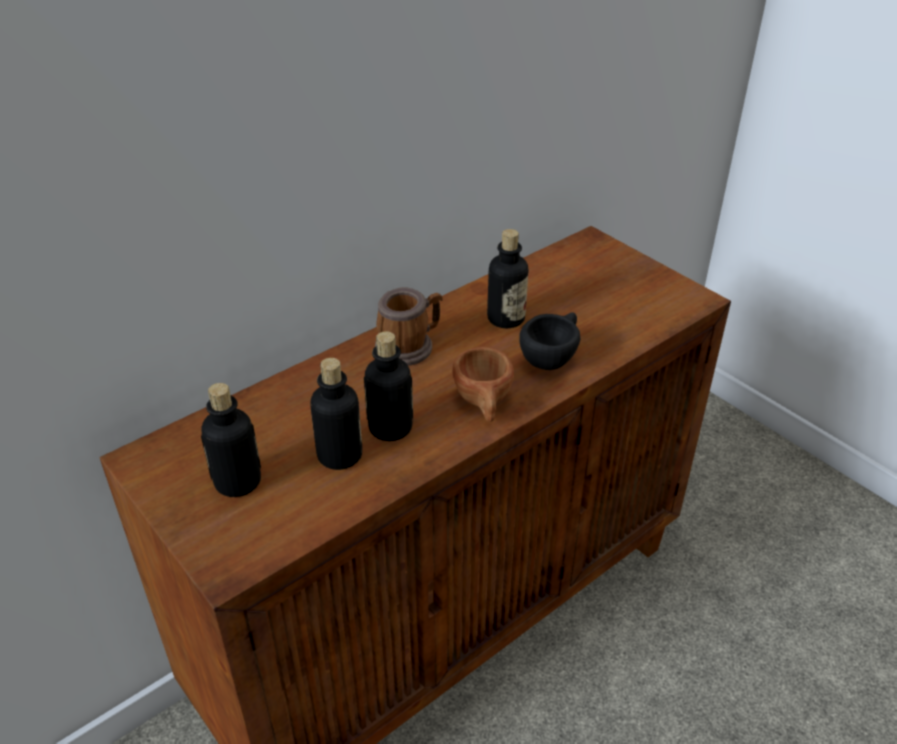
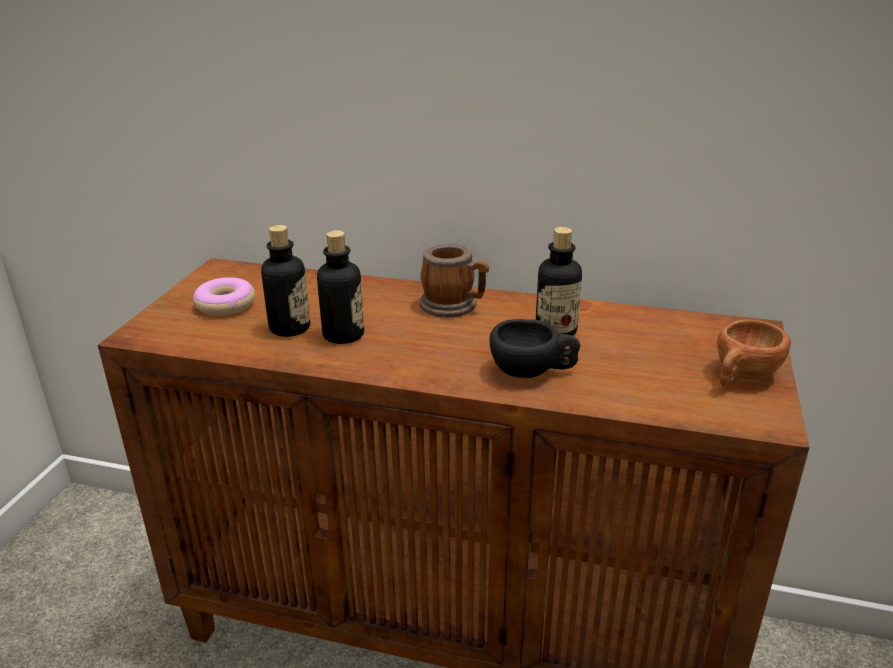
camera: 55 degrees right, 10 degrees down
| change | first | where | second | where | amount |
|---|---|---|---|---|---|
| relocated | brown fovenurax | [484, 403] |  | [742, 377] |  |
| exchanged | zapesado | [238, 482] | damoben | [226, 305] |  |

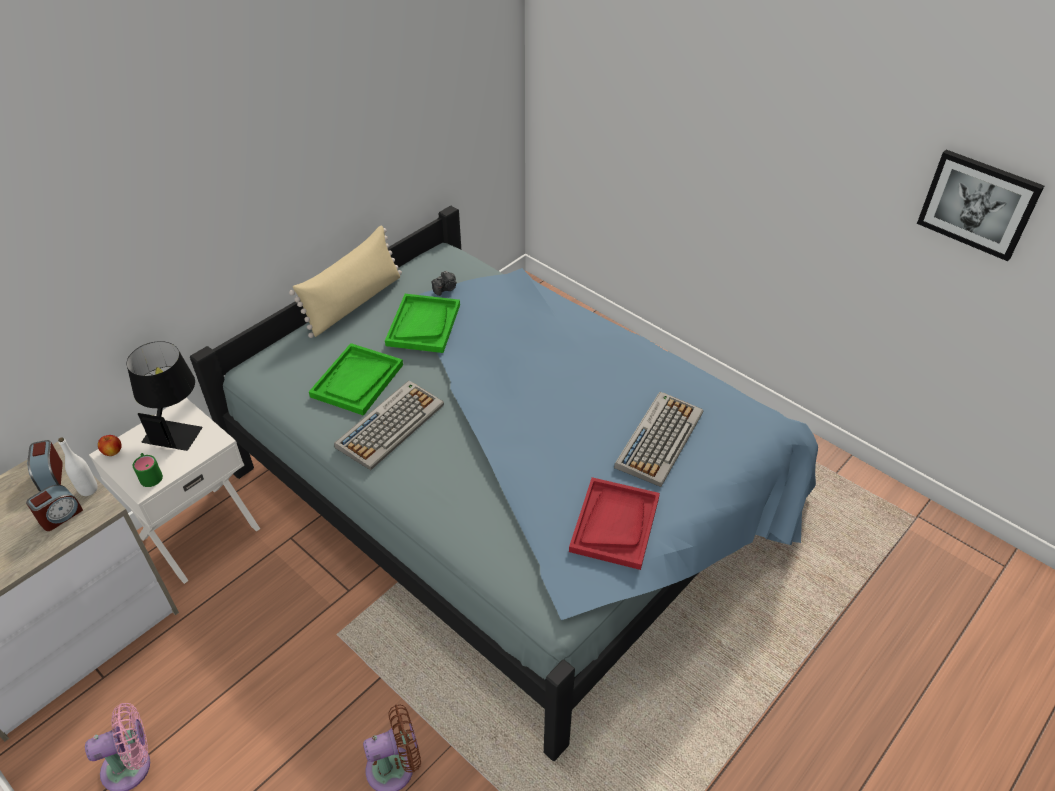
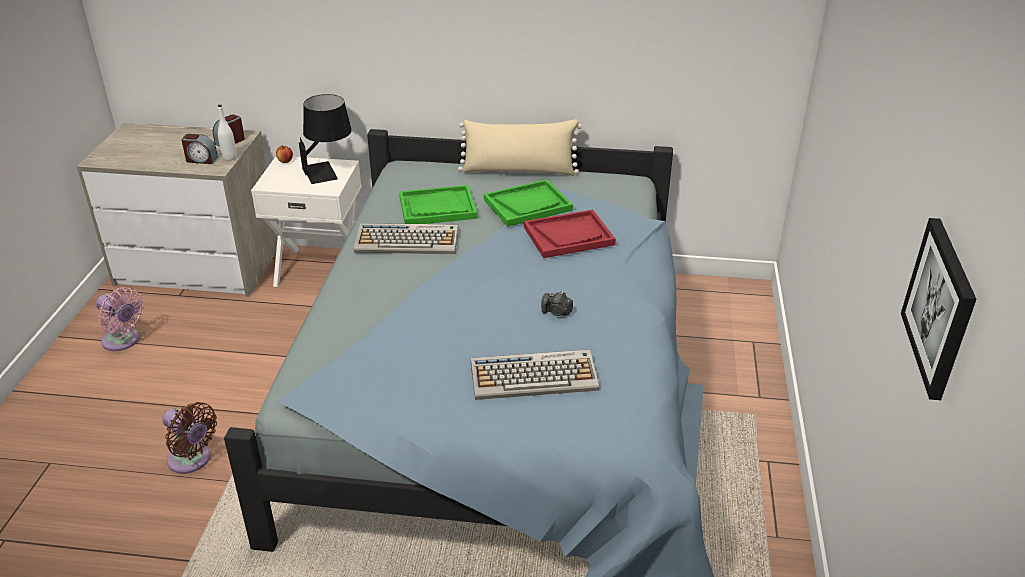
camera: 55 degrees right, 10 degrees down
| change | first | where | second | where | amount |
|---|---|---|---|---|---|
| relocated | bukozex | [446, 289] |  | [556, 312] |  |
| missing | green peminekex | [150, 474] |  |  |  |
| relocated | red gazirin | [614, 524] |  | [569, 236] |  |

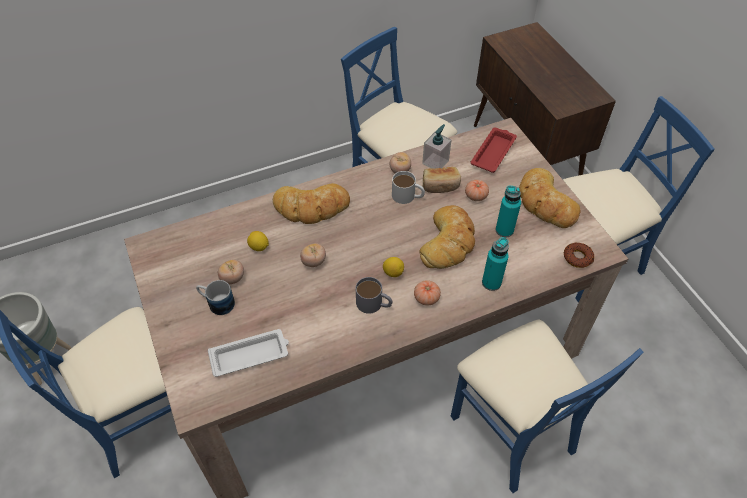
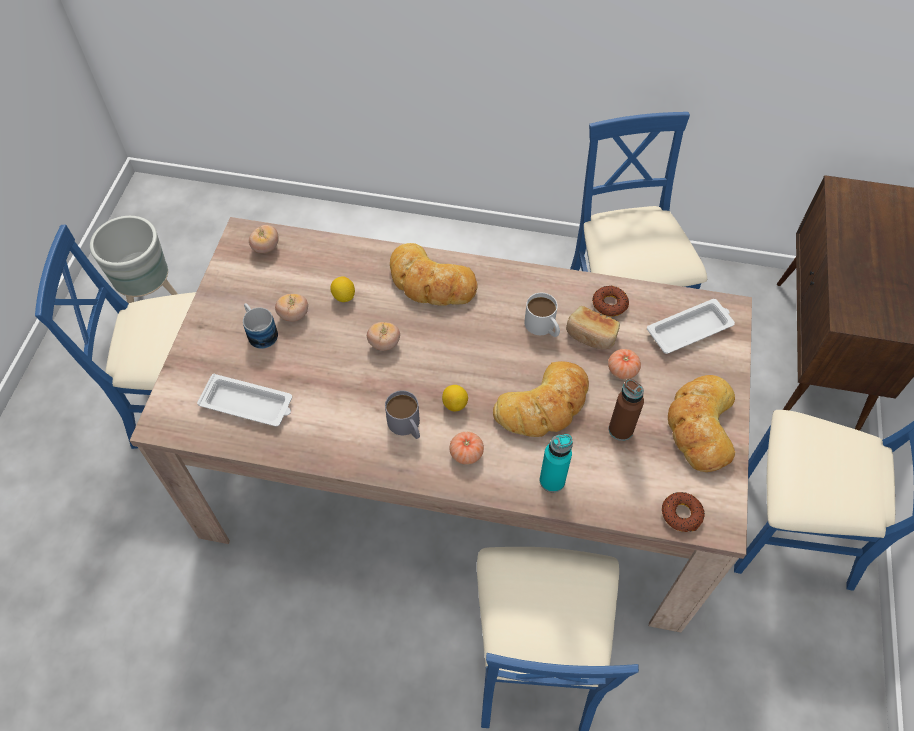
camera: 35 degrees right, 5 degrees up
| change | first | where | second | where | amount |
|---|---|---|---|---|---|
| exchanged | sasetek | [435, 162] | damoben | [609, 304] |  |
| colour | red gazirin | [493, 152] | white gazirin | [690, 329] |  |
| relocated | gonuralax | [400, 170] |  | [266, 247] |  |
| colour | turquoise zapesado | [504, 230] | brown zapesado | [620, 429] |  |

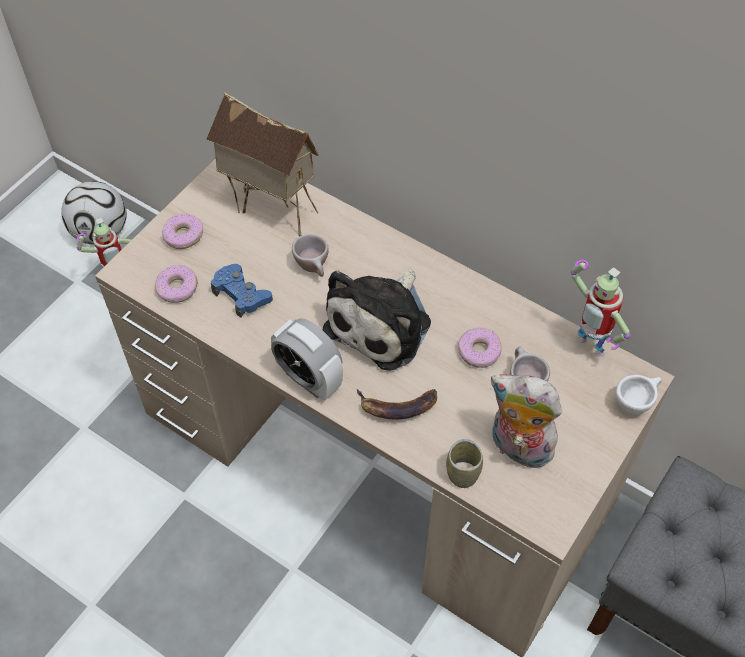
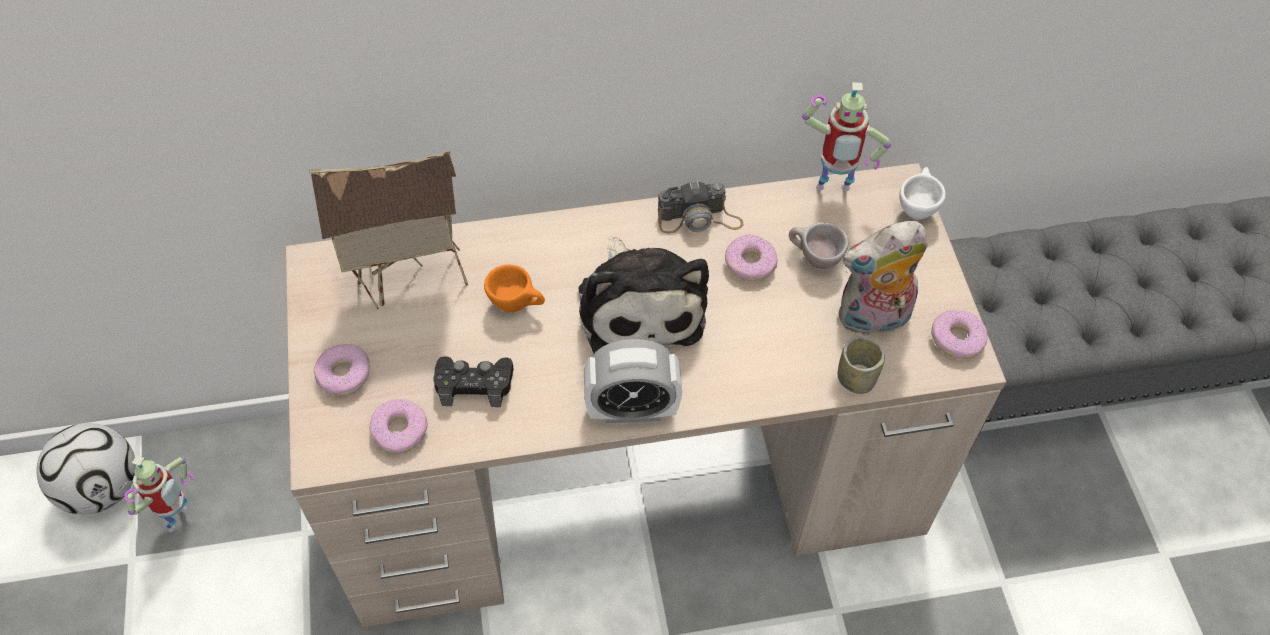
camera: 45 degrees left, 0 degrees up
| change | first | where | second | where | amount |
|---|---|---|---|---|---|
| colour | beige fovenurax | [314, 268] | orange fovenurax | [517, 304] |  |
| colour | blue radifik | [241, 294] | black radifik | [474, 384] |  |
| missing | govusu | [397, 406] |  |  |  |
| appeared |  |  | bukozex | [699, 219] |  |
| appeared |  |  | damoben | [957, 339] |  |

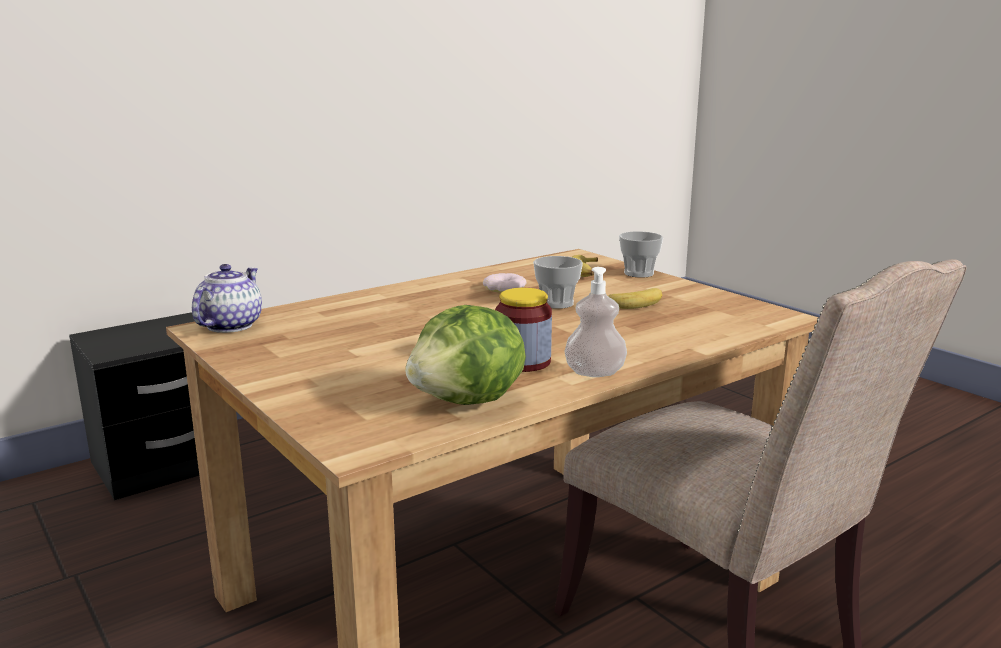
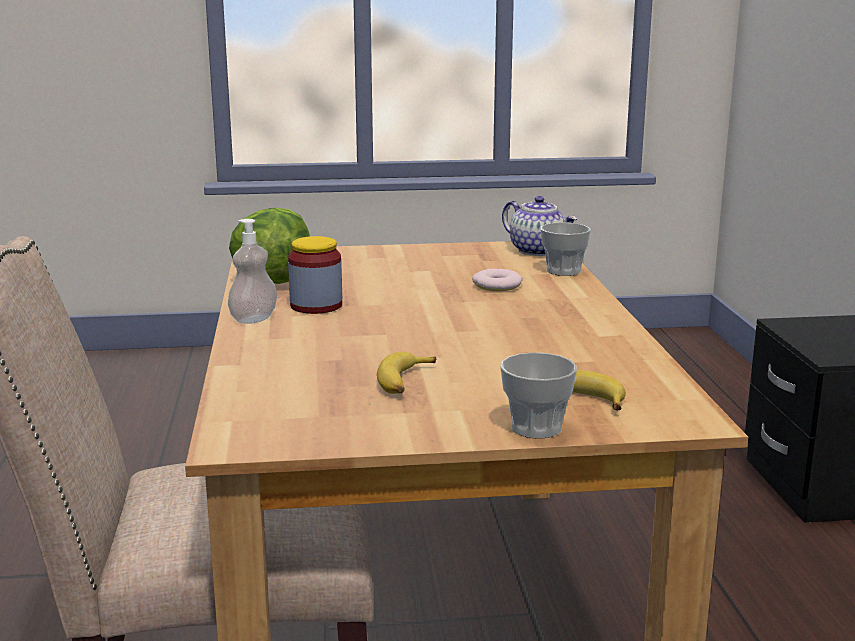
camera: 120 degrees right, 0 degrees up
| change | first | where | second | where | amount |
|---|---|---|---|---|---|
| relocated | fovenurax | [557, 303] |  | [563, 271] |  |
| relocated | damoben | [504, 288] |  | [497, 286] |  |

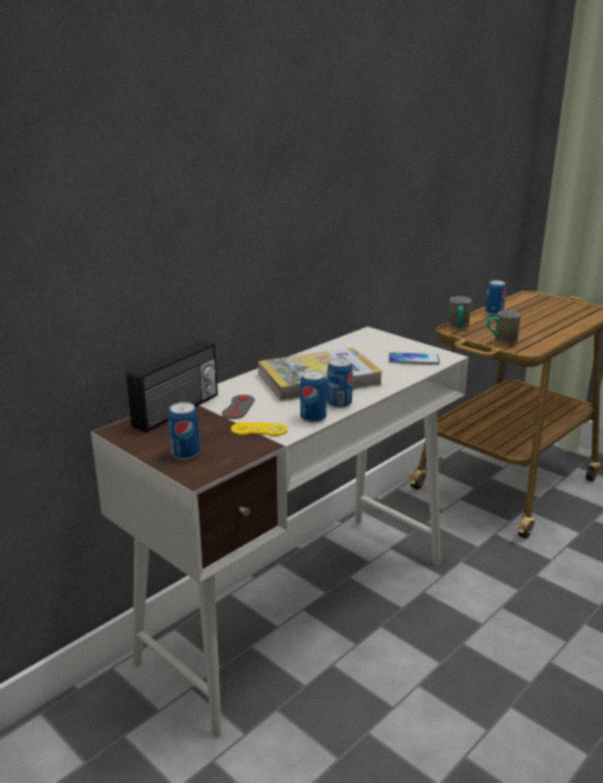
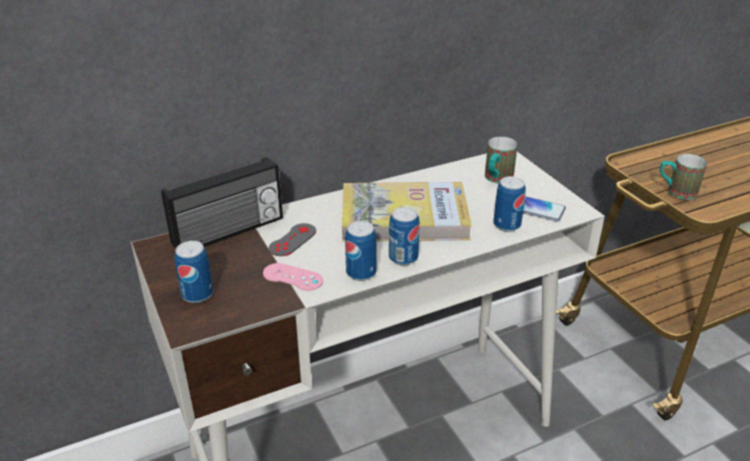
camera: 20 degrees right, 10 degrees up
| change | first | where | second | where | amount |
|---|---|---|---|---|---|
| relocated | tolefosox | [494, 313] |  | [507, 225] |  |
| relocated | peminekex | [458, 327] |  | [496, 179] |  |
| colour | yellow radifik | [259, 429] | pink radifik | [293, 277] |  |

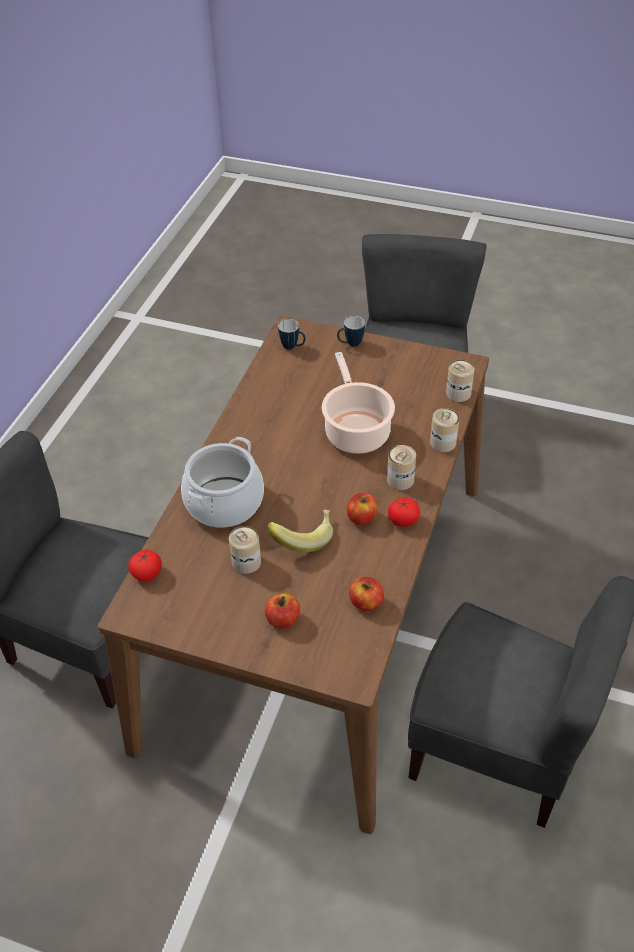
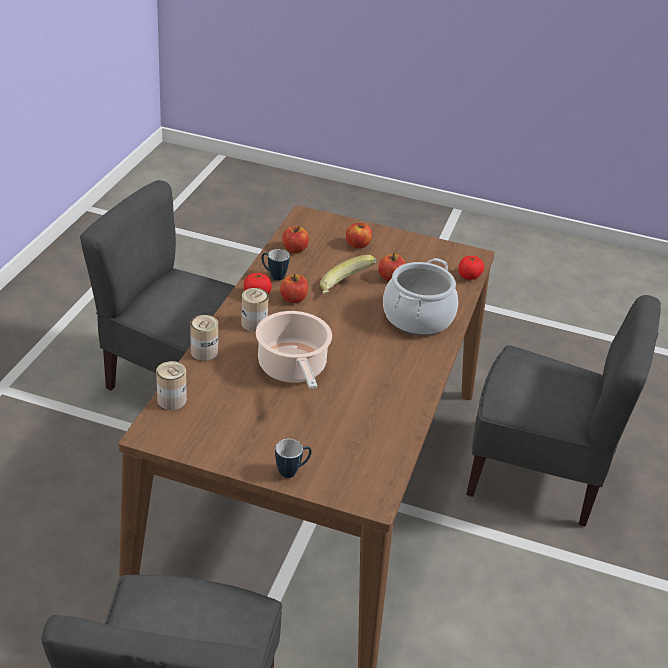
camera: 175 degrees right, 10 degrees down
| change | first | where | second | where | amount |
|---|---|---|---|---|---|
| relocated | peminekex | [293, 347] |  | [273, 276] |  |
| exchanged | tolefosox | [246, 562] | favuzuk | [390, 277] |  |

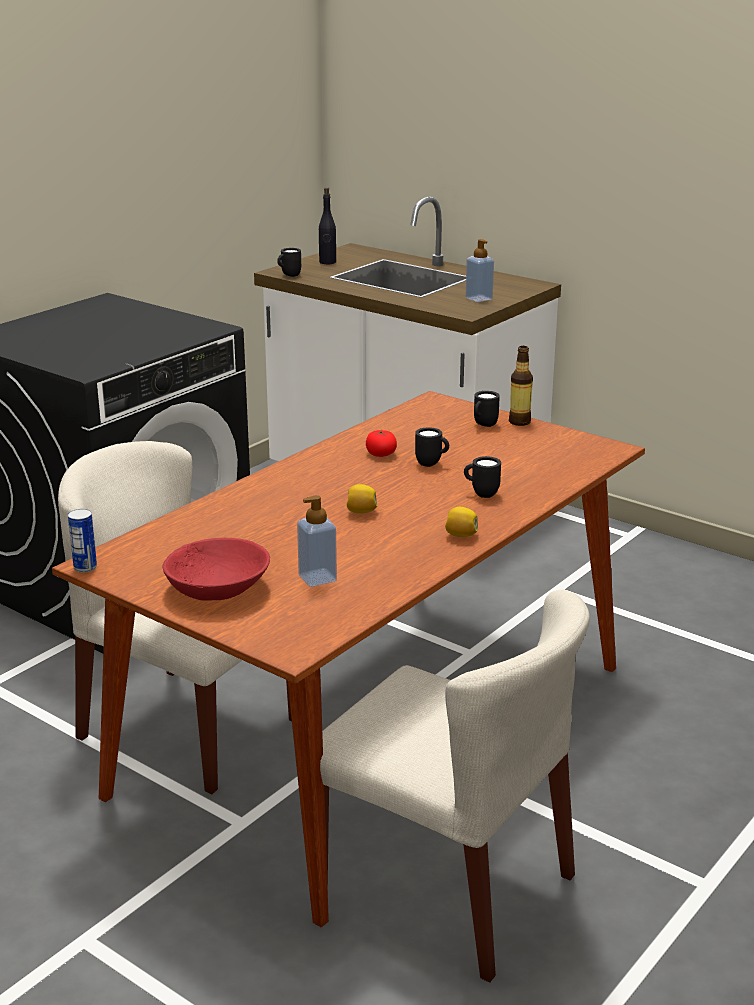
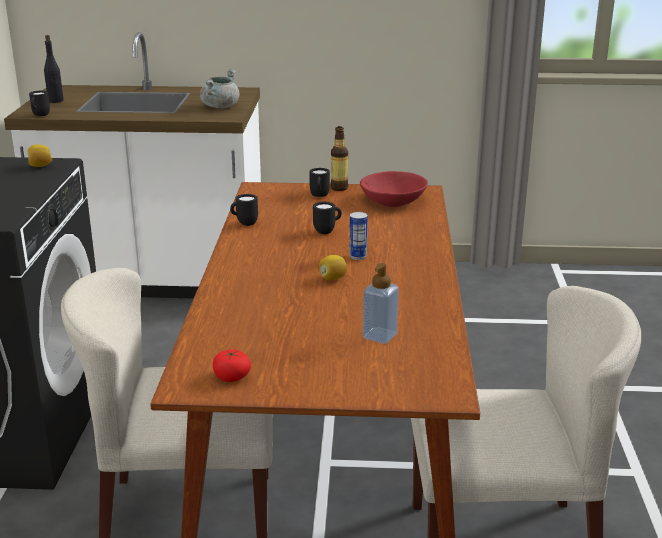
camera: 35 degrees left, 0 degrees up
| change | first | where | second | where | amount |
|---|---|---|---|---|---|
| exchanged | sasetek | [479, 299] | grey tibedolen | [220, 106] |  |
| relocated | gonuralax | [381, 454] |  | [231, 377] |  |
| relocated | black peminekex | [481, 494] |  | [244, 224] |  |
| relocated | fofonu | [461, 535] |  | [40, 166] |  |
| relocated | tolefosox | [85, 567] |  | [358, 256] |  |
| relocated | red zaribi | [218, 588] |  | [393, 201] |  |

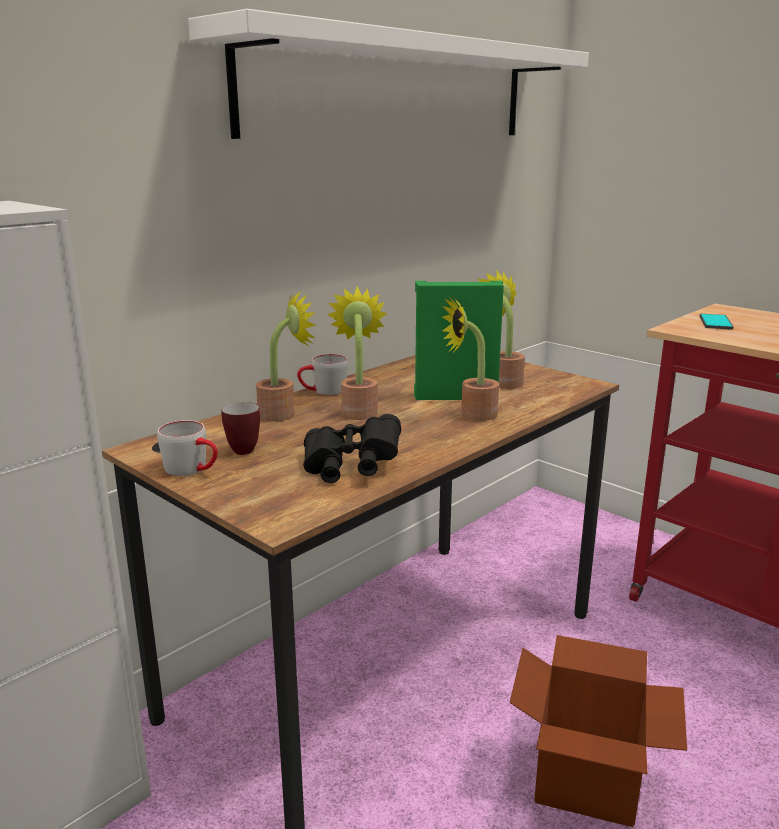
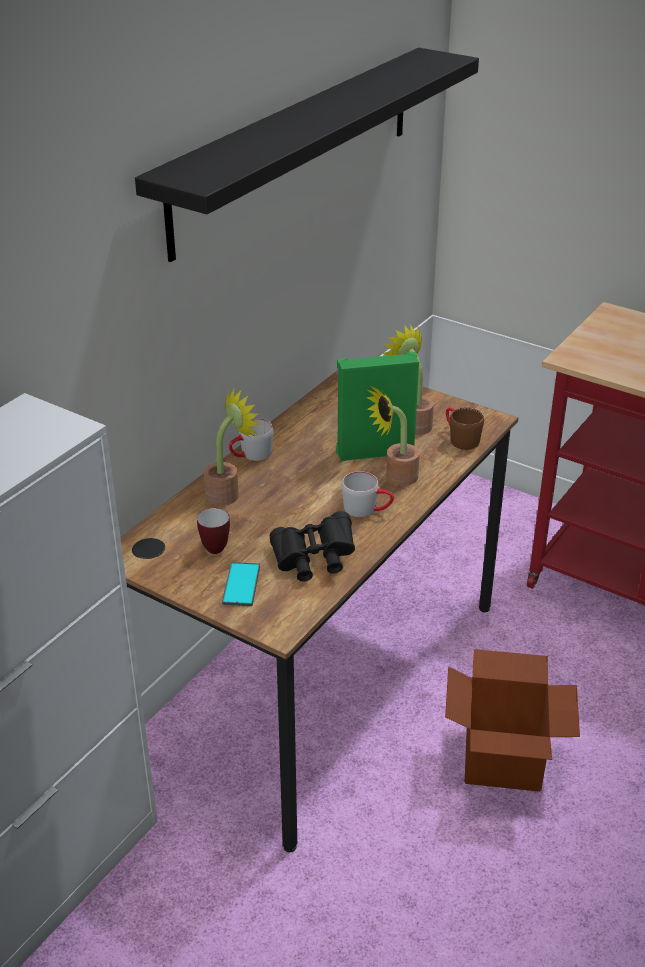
camera: 10 degrees left, 15 degrees up
| change | first | where | second | where | amount |
|---|---|---|---|---|---|
| colour | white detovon | [396, 89] | black detovon | [297, 147] |  |
| missing | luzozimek | [359, 410] |  |  |  |
| relocated | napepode | [715, 322] |  | [241, 585] |  |
| relocated | grey peminekex | [193, 470] |  | [367, 509] |  |
| appeared |  |  | brown peminekex | [459, 438] |  |

